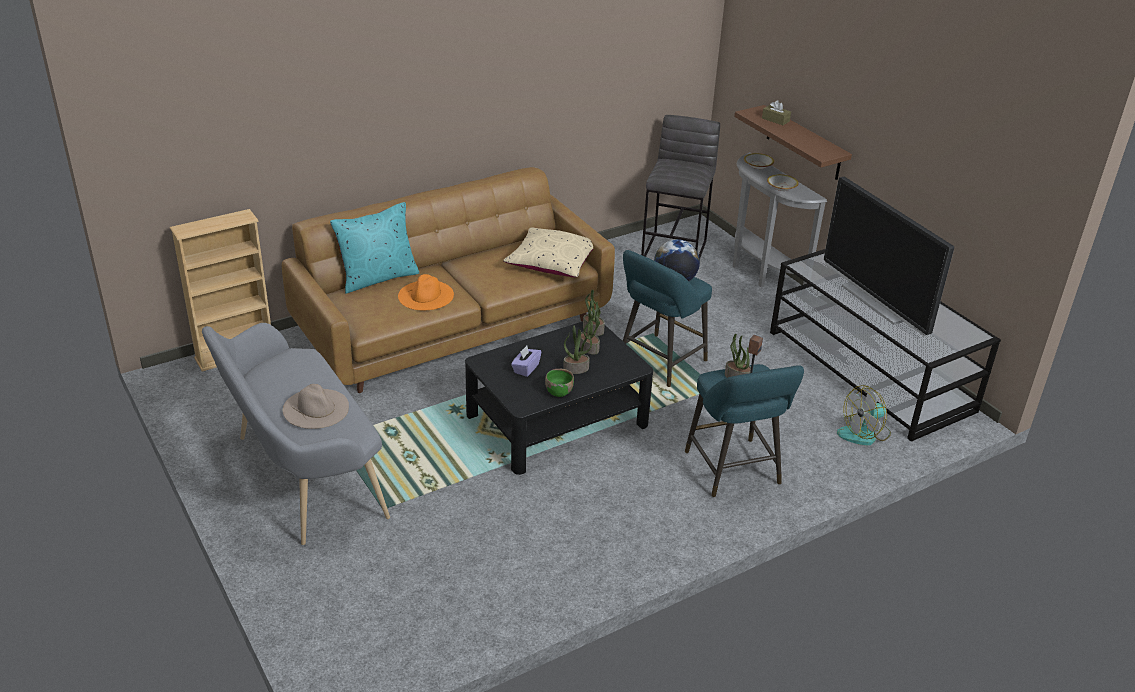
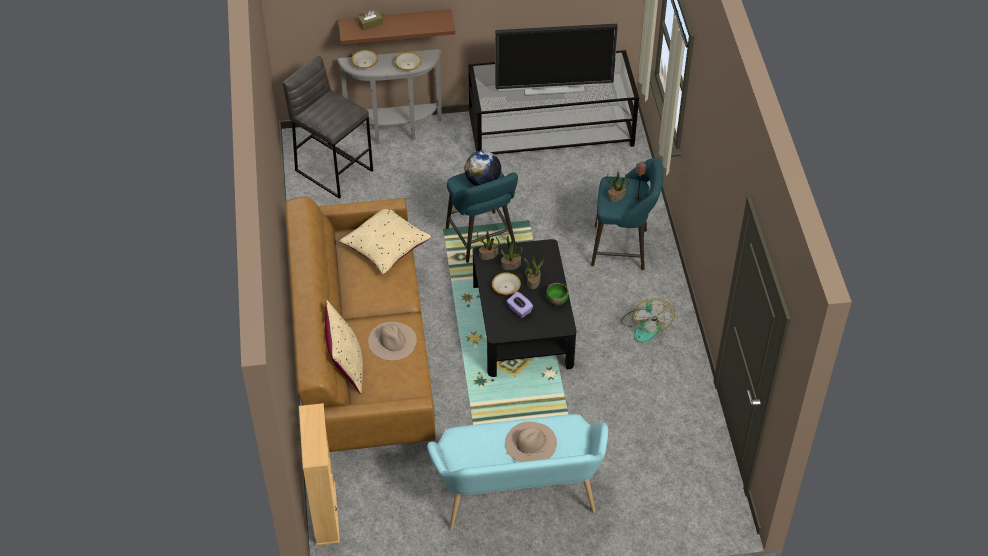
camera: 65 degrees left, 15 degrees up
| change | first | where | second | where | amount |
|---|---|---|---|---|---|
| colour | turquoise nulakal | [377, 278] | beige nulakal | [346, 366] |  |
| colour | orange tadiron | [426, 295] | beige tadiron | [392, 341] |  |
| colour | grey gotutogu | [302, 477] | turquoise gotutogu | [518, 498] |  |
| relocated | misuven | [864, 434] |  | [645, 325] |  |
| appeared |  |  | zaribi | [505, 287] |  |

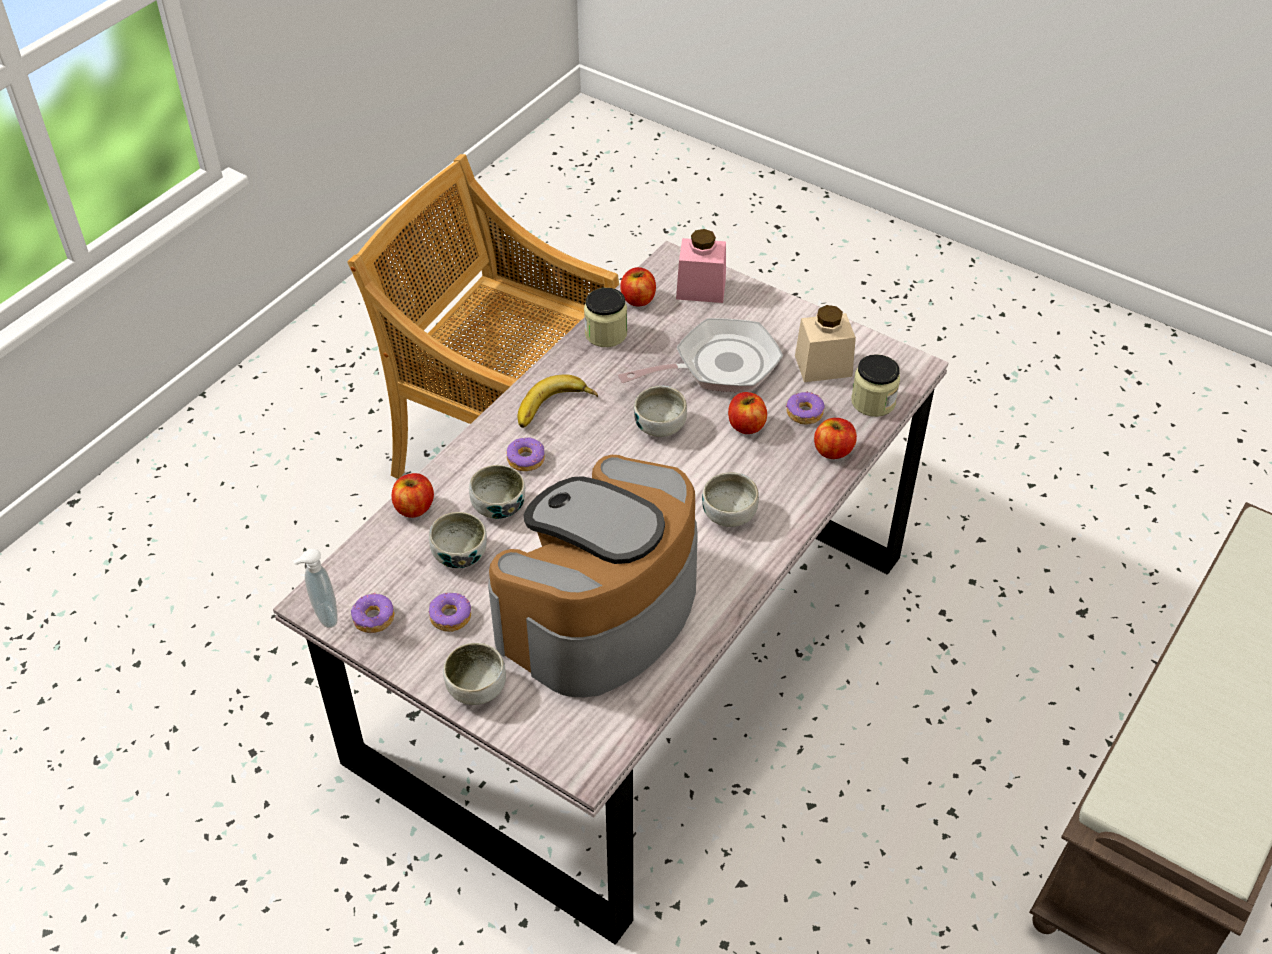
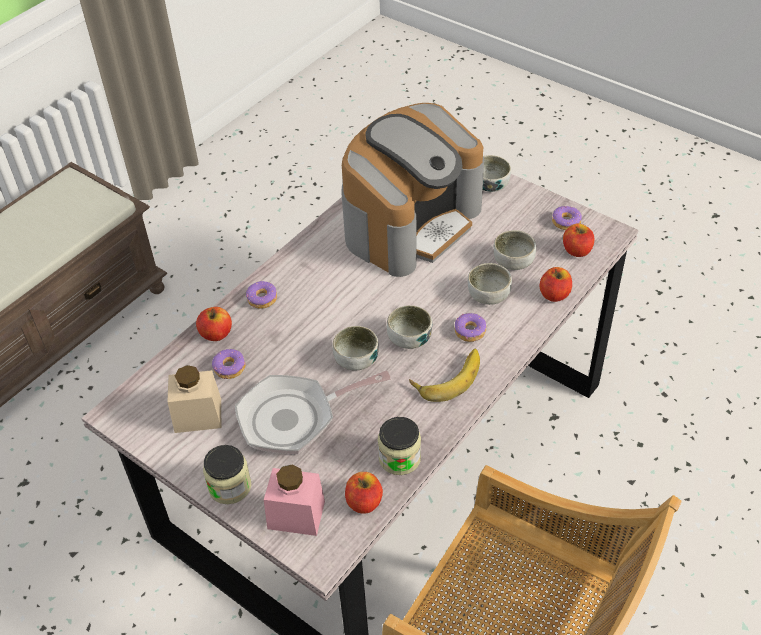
camera: 175 degrees left, 0 degrees up
| change | first | where | second | where | amount |
|---|---|---|---|---|---|
| relocated | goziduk | [873, 402] |  | [230, 486] |  |
| relocated | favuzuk | [746, 425] |  | [577, 250] |  |
| relocated | zaribi | [729, 513] |  | [409, 338] |  |
| missing | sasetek | [323, 616] |  |  |  |
| relocated | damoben | [450, 616] |  | [262, 299] |  |

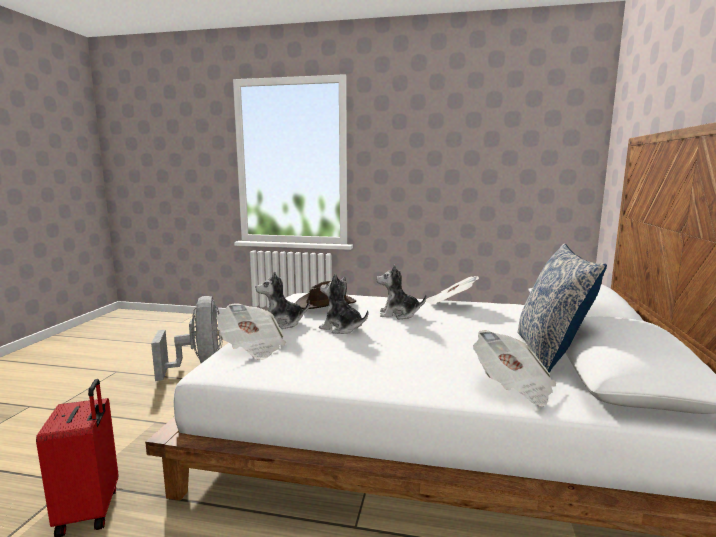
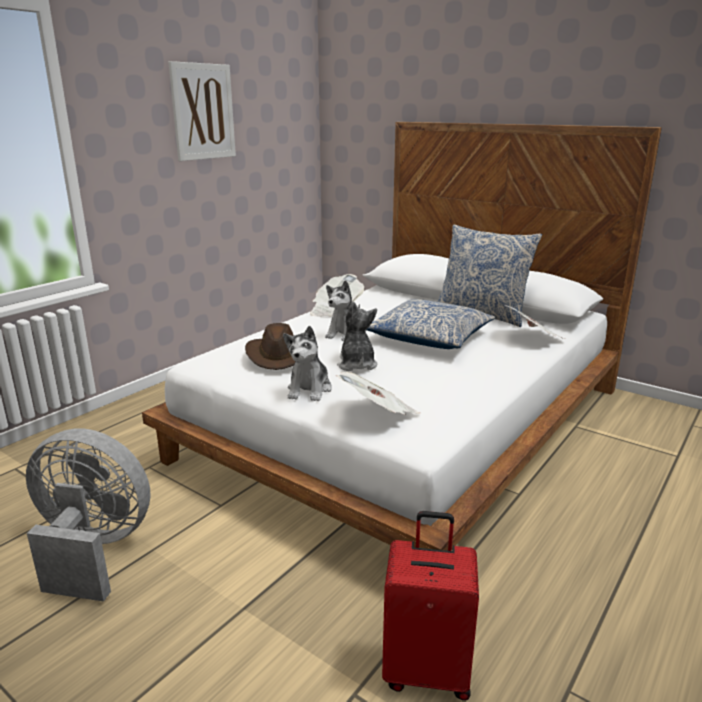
camera: 65 degrees left, 10 degrees up
| change | first | where | second | where | amount |
|---|---|---|---|---|---|
| spun | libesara | [341, 328] |  | [356, 364] | 120 degrees clockwise |
| appeared |  |  | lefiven | [203, 112] |  |
| appeared |  |  | nulakal | [429, 337] |  |

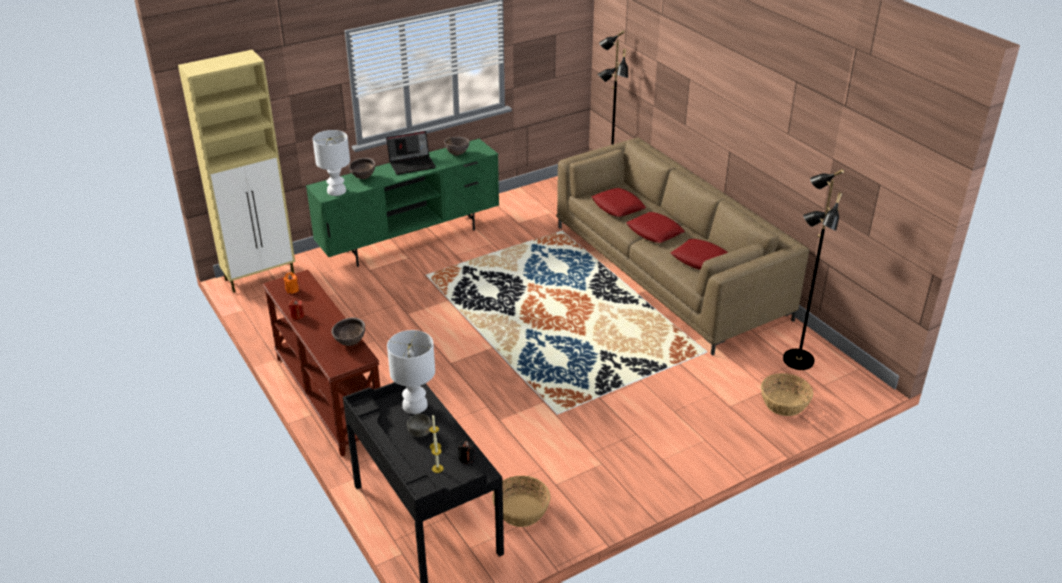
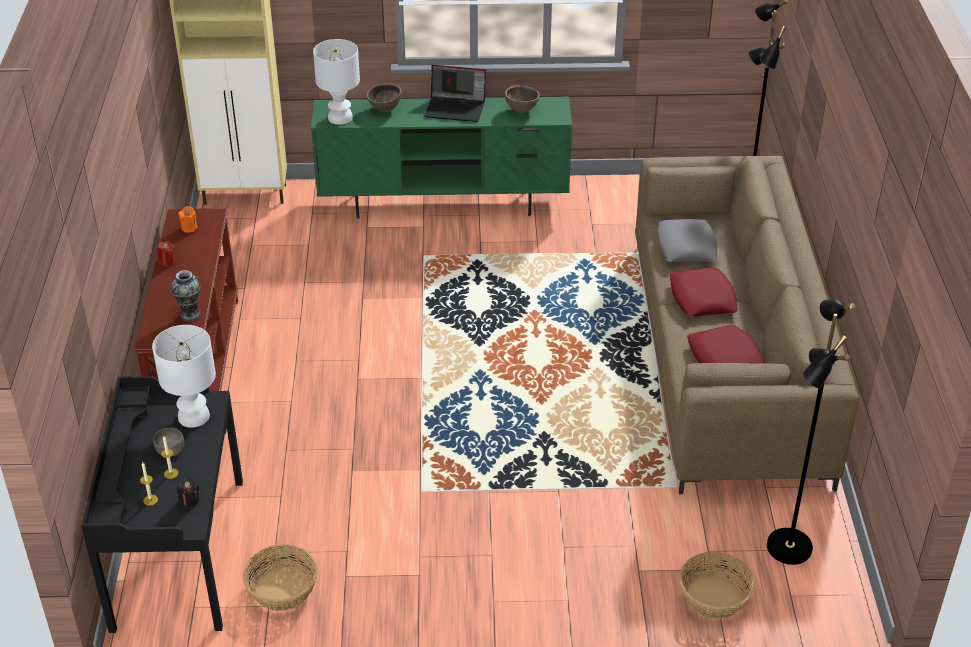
camera: 30 degrees right, 5 degrees up
| change | first | where | second | where | amount |
|---|---|---|---|---|---|
| colour | red nulakal | [618, 207] | grey nulakal | [686, 247] |  |
| exchanged | brown zaribi | [350, 343] | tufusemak | [190, 315] |  |

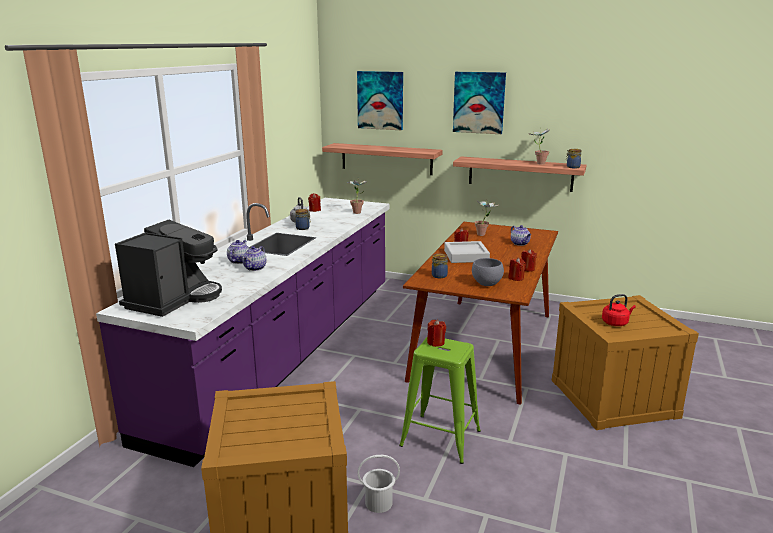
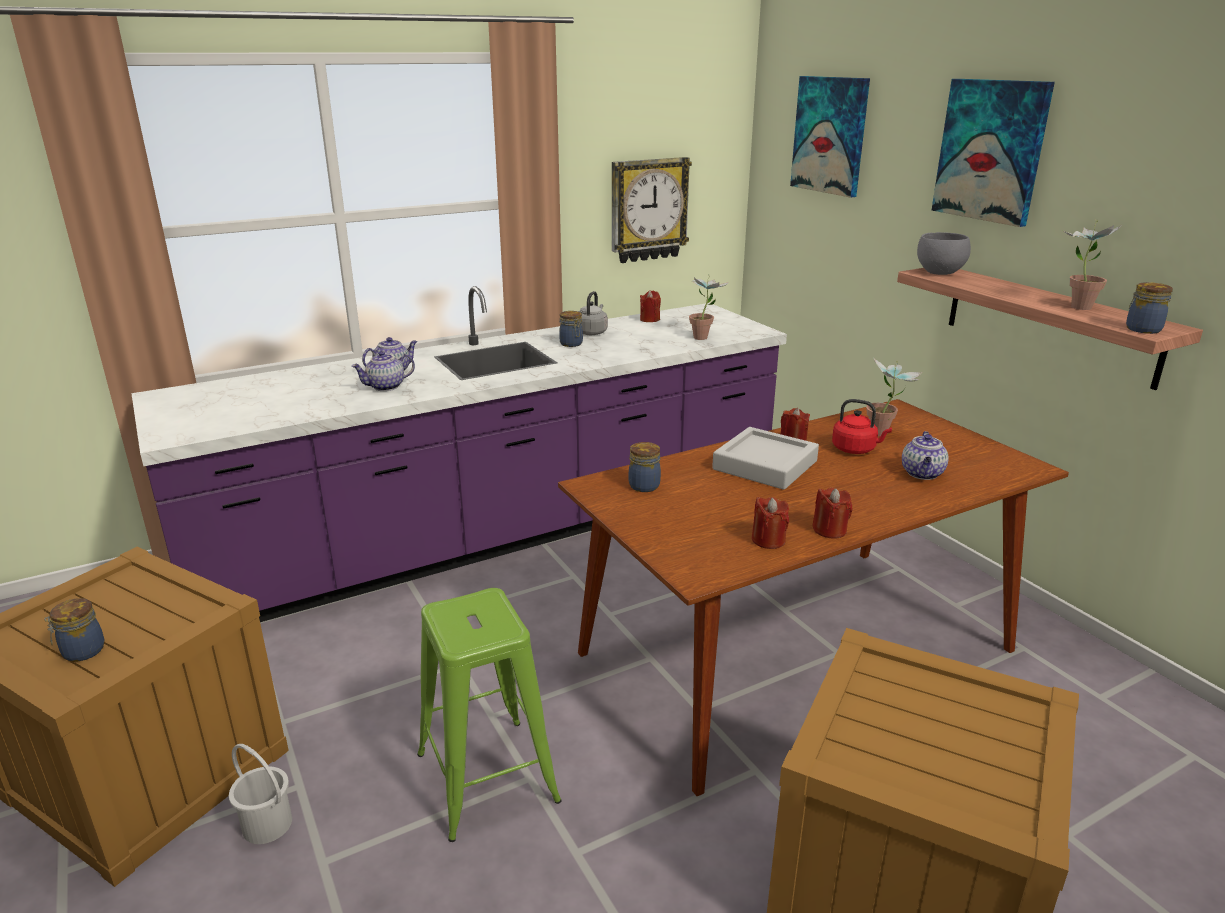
camera: 40 degrees right, 5 degrees up
| change | first | where | second | where | amount |
|---|---|---|---|---|---|
| missing | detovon | [386, 159] |  |  |  |
| missing | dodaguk | [174, 299] |  |  |  |
| relocated | grey zaribi | [486, 284] |  | [938, 273] |  |
| relocated | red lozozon | [616, 323] |  | [856, 449] |  |
| missing | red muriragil | [436, 342] |  |  |  |
| appeared |  |  | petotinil | [648, 210] |  |
| appeared |  |  | goziduk | [81, 652] |  |

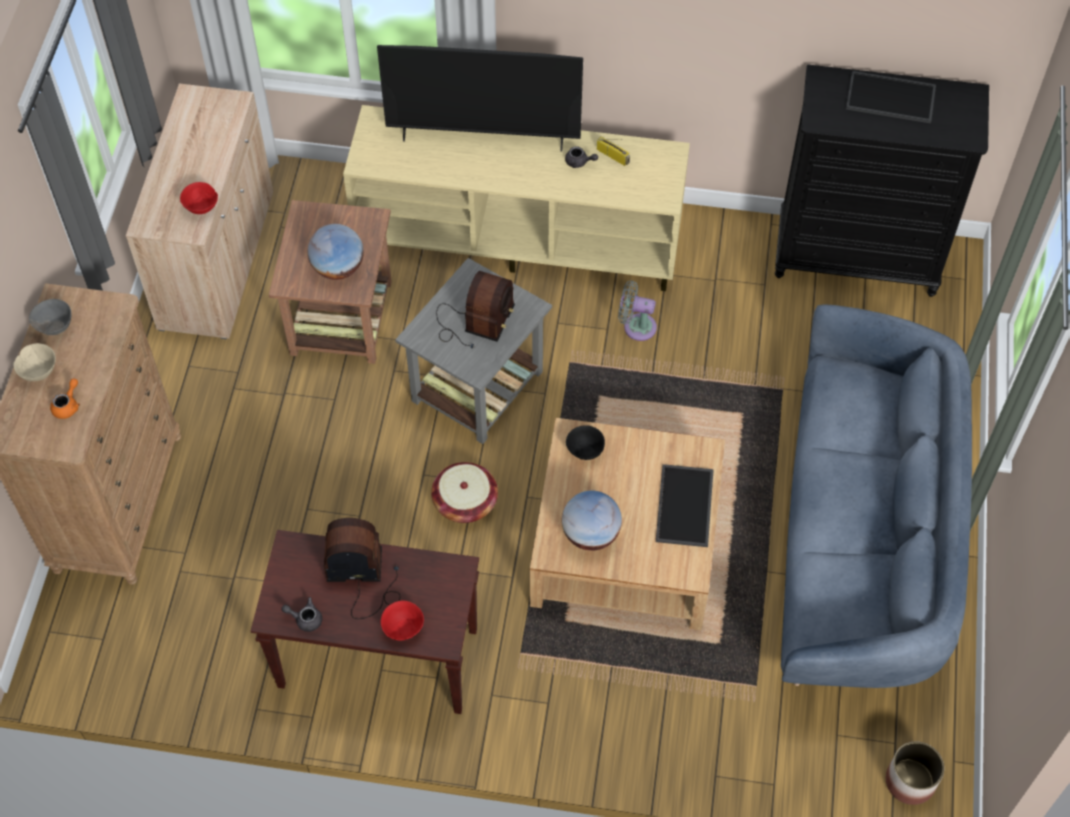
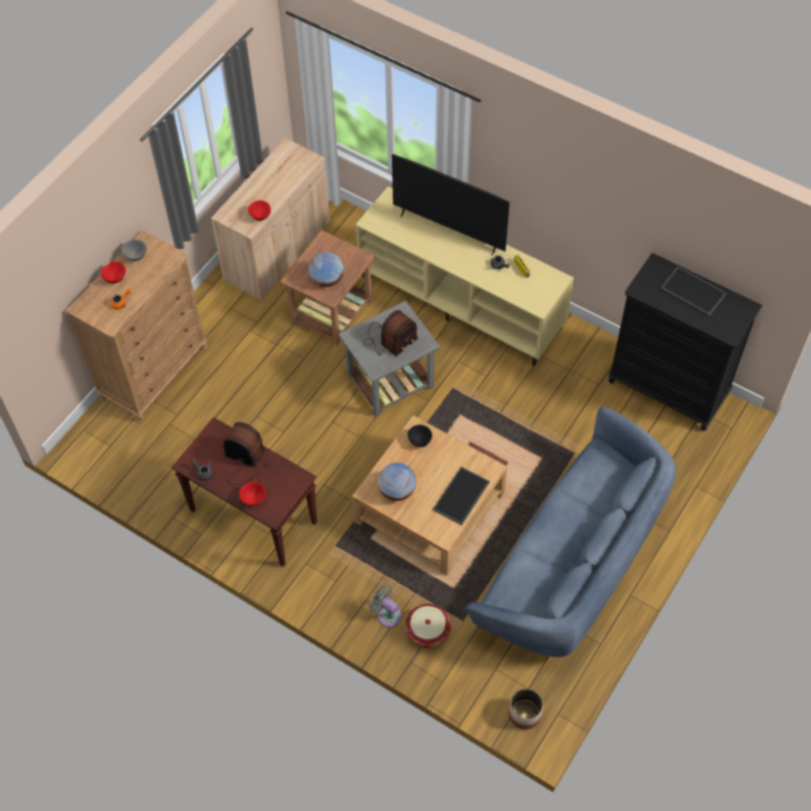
camera: 25 degrees right, 0 degrees up
| change | first | where | second | where | amount |
|---|---|---|---|---|---|
| relocated | grey misuven | [636, 326] |  | [387, 614] |  |
| colour | beige zaribi | [39, 372] | red zaribi | [115, 278] |  |
| relocated | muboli | [465, 502] |  | [427, 631] |  |

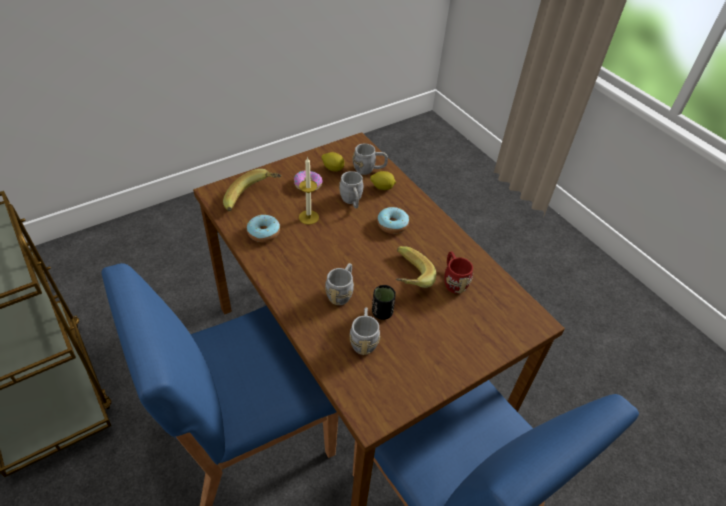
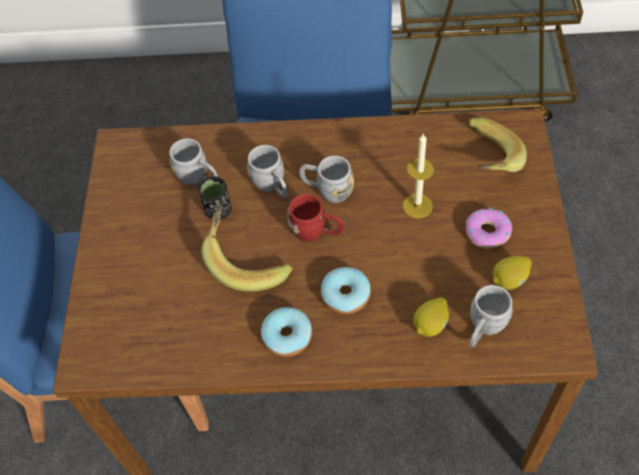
camera: 130 degrees right, 10 degrees up
| change | first | where | second | where | amount |
|---|---|---|---|---|---|
| relocated | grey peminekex | [352, 201] |  | [327, 190] |  |
| relocated | damoben | [263, 233] |  | [287, 336] |  |
| relocated | red peminekex | [453, 281] |  | [316, 232] |  |

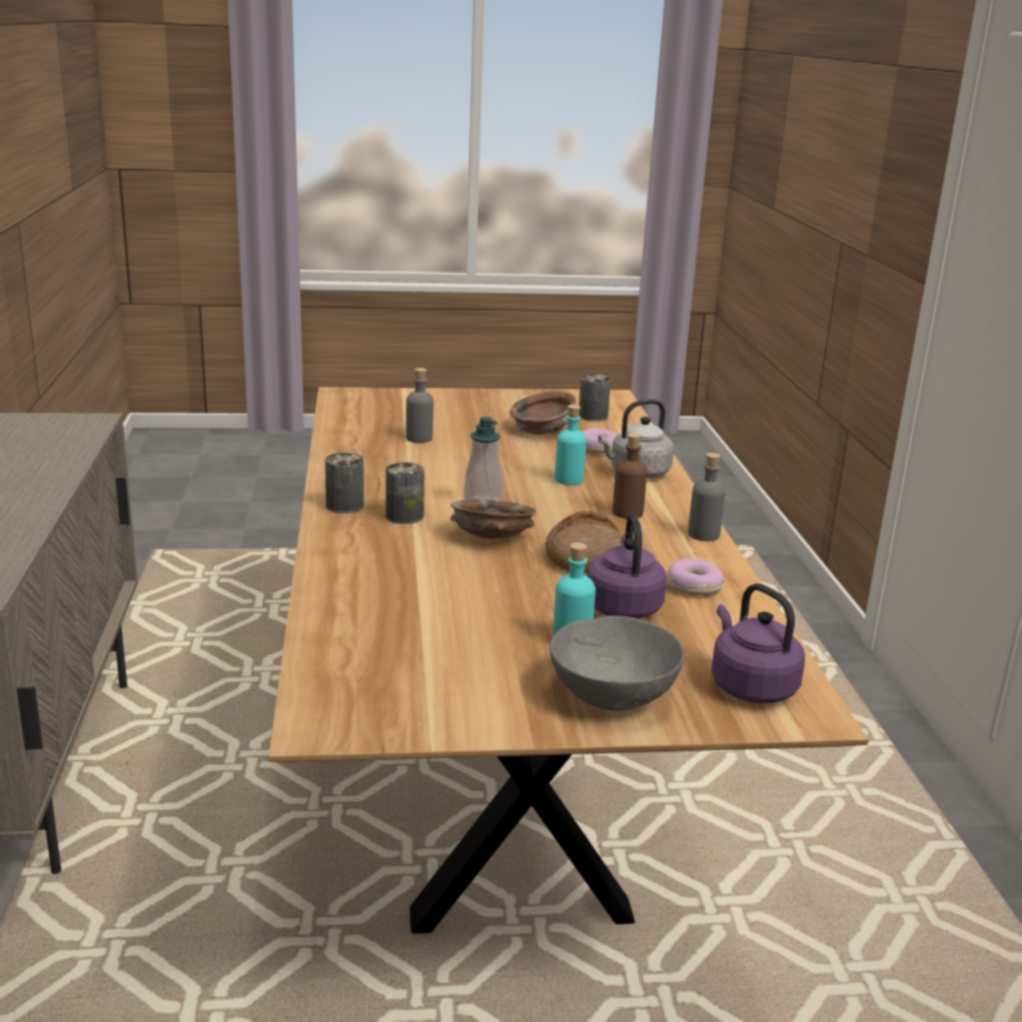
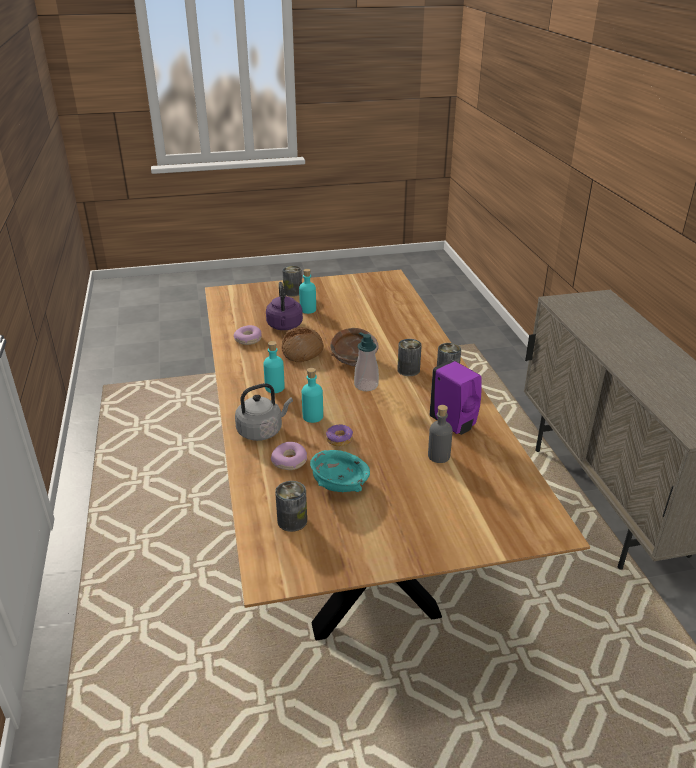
camera: 175 degrees right, 10 degrees up
| change | first | where | second | where | amount |
|---|---|---|---|---|---|
| colour | brown zaribi | [542, 430] | turquoise zaribi | [339, 485] |  |
| colour | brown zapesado | [627, 513] | turquoise zapesado | [274, 388] |  |
| missing | grey zapesado | [703, 534] |  |  |  |
| missing | purple lozozon | [750, 686] |  |  |  |
| exchanged | grey zaribi | [612, 695] | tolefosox | [292, 292] |  |
| appeared |  |  | purple sasetek | [454, 424] |  |
| appeared |  |  | damoben | [339, 439] |  |

